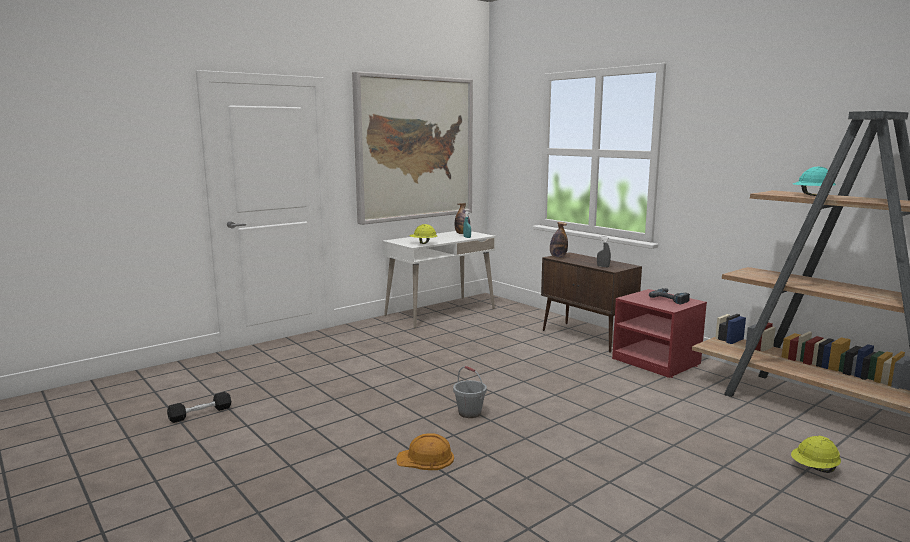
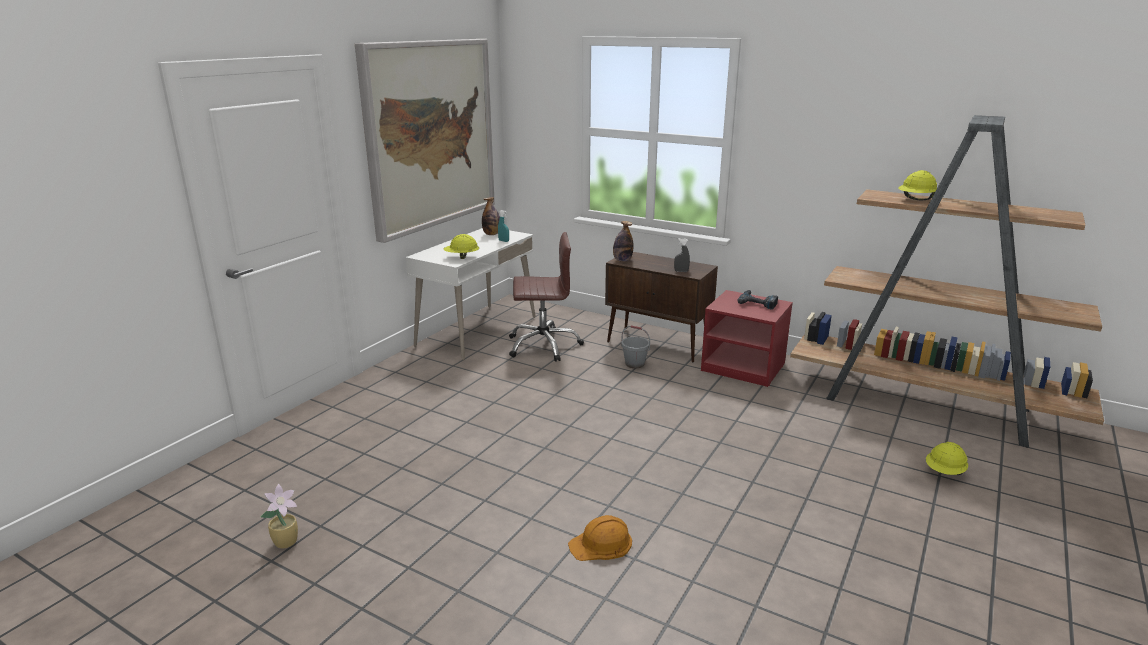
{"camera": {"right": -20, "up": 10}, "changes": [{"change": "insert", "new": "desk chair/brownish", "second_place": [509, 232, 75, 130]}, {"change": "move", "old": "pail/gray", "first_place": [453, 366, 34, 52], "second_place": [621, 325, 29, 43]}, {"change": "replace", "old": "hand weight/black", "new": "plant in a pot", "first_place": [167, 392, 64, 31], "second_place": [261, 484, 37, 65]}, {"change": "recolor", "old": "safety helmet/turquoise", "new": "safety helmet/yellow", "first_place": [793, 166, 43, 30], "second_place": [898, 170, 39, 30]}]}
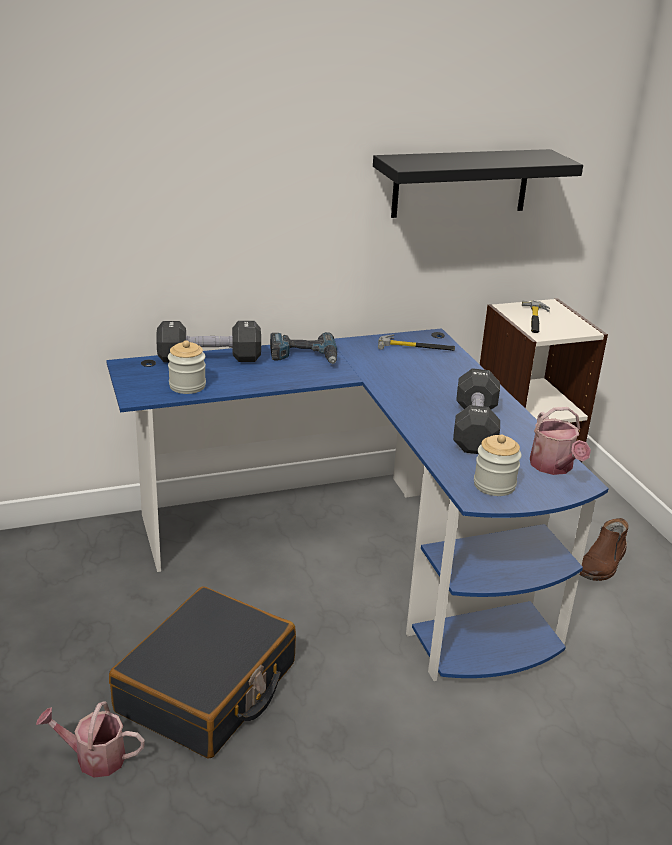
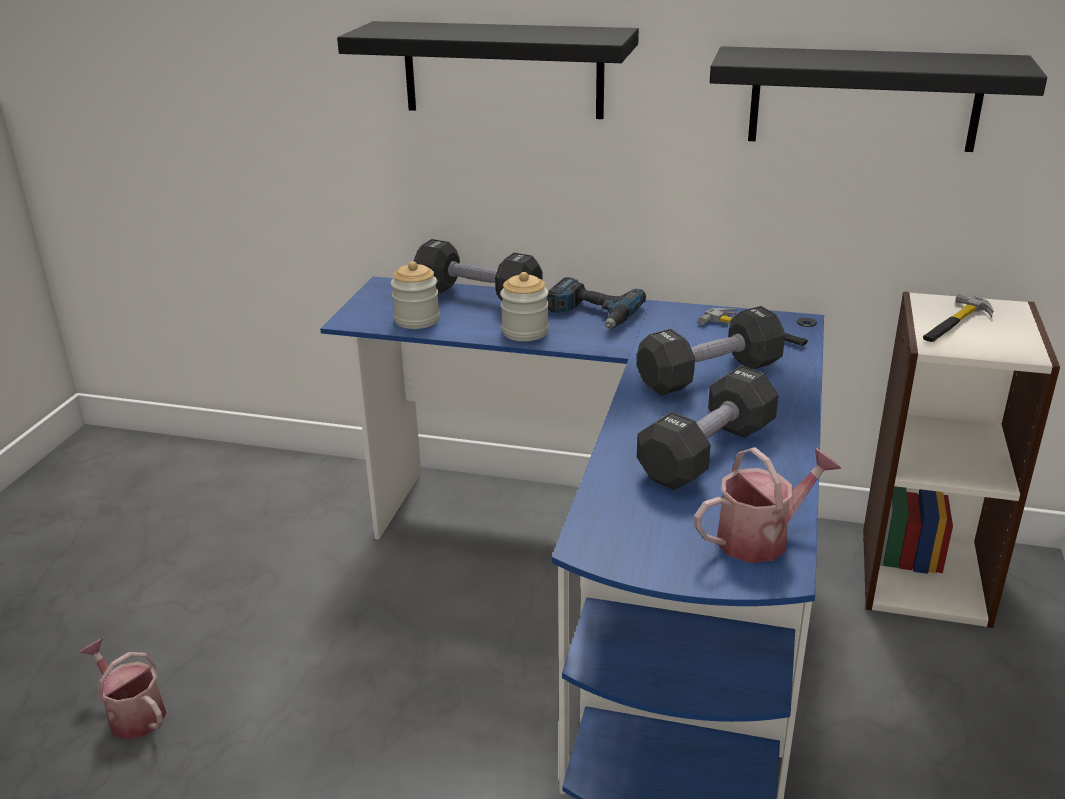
{"camera": {"right": 35, "up": 0}, "changes": [{"change": "delete", "old": "suitcase/black", "first_place": [109, 586, 187, 173]}, {"change": "delete", "old": "high-top boot/brownish", "first_place": [580, 518, 48, 63]}, {"change": "insert", "new": "shelf/black", "second_place": [337, 21, 302, 98]}, {"change": "insert", "new": "hand weight/black", "second_place": [637, 306, 148, 89]}, {"change": "move", "old": "storage jar", "first_place": [474, 434, 48, 62], "second_place": [500, 272, 49, 69]}, {"change": "rotate", "old": "watering pot", "first_place": [530, 407, 61, 68], "second_place": [694, 447, 147, 116], "degrees": -135}]}
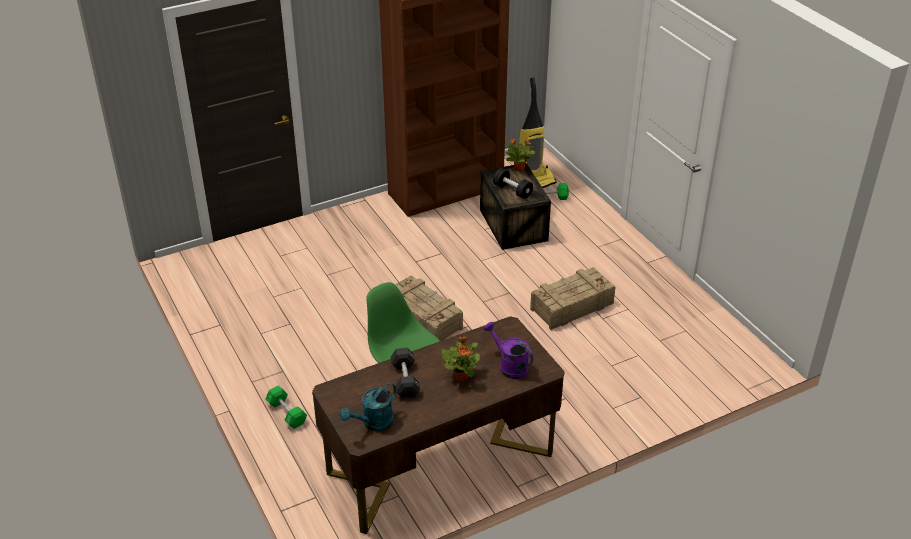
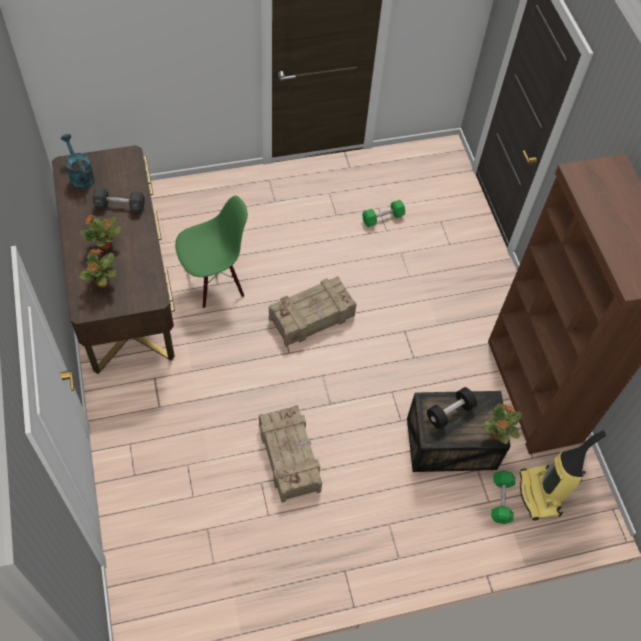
{"camera": {"right": 100, "up": 20}, "changes": [{"change": "move", "old": "hand weight/green-coloured", "first_place": [266, 386, 41, 43], "second_place": [362, 200, 43, 27]}, {"change": "replace", "old": "watering pot/purplish", "new": "plant in a pot", "first_place": [483, 322, 50, 57], "second_place": [79, 248, 37, 40]}]}
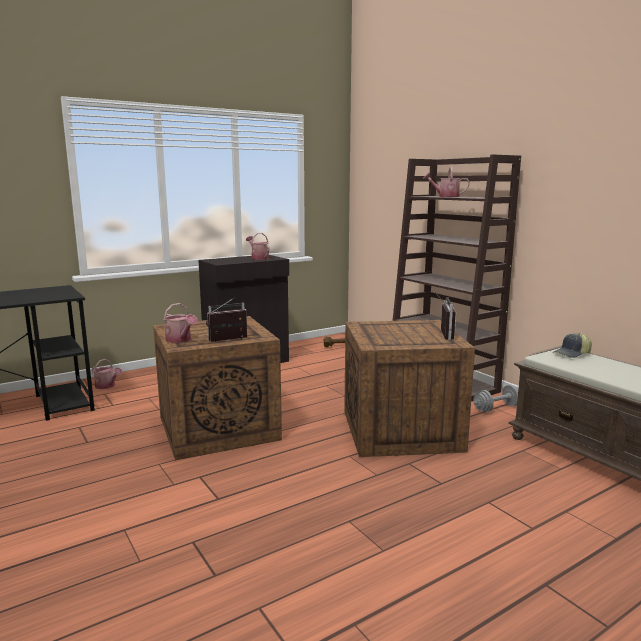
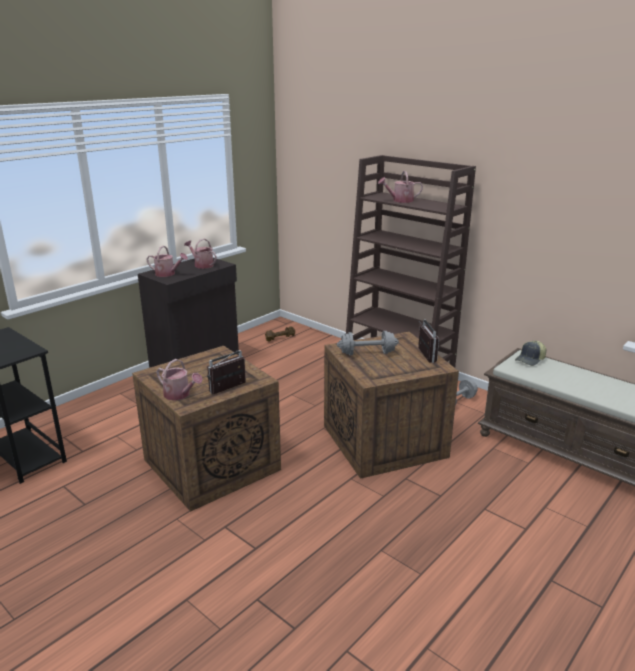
{"camera": {"right": -15, "up": 10}, "changes": [{"change": "insert", "new": "hand weight/gray", "second_place": [337, 331, 62, 24]}, {"change": "move", "old": "watering pot", "first_place": [92, 359, 30, 30], "second_place": [146, 246, 42, 31]}]}
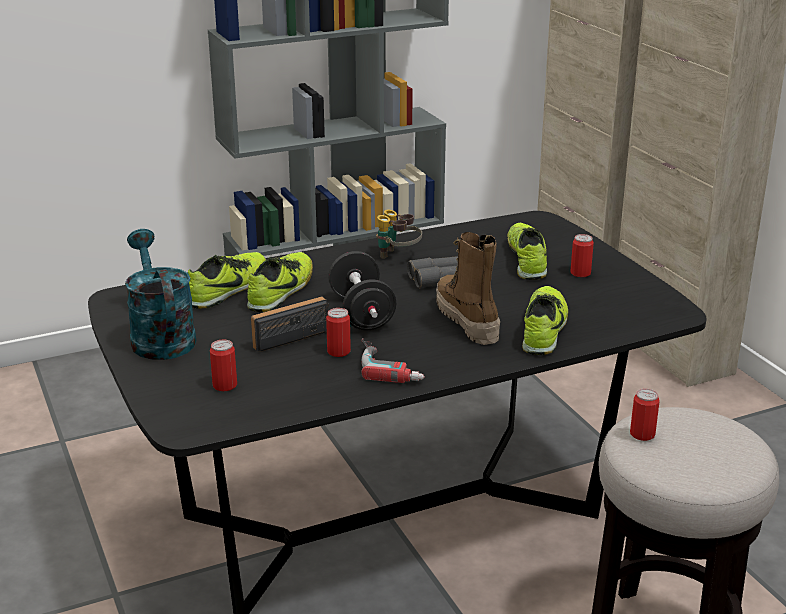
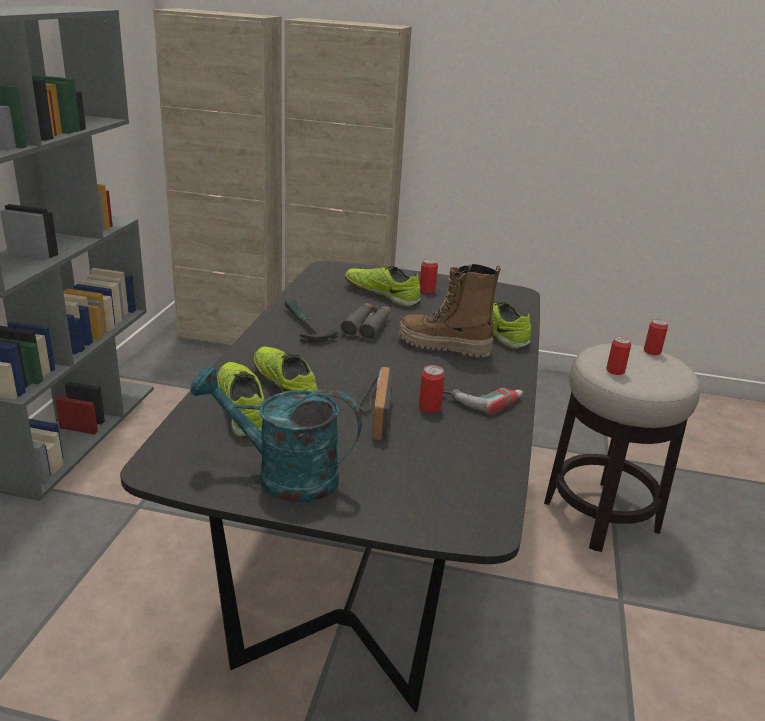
{"camera": {"right": -55, "up": 0}, "changes": [{"change": "delete", "old": "hand weight/black", "first_place": [328, 251, 68, 79]}, {"change": "move", "old": "metal can", "first_place": [210, 340, 27, 51], "second_place": [644, 319, 24, 36]}, {"change": "replace", "old": "field glasses", "new": "hammer", "first_place": [376, 209, 46, 50], "second_place": [285, 299, 53, 44]}]}
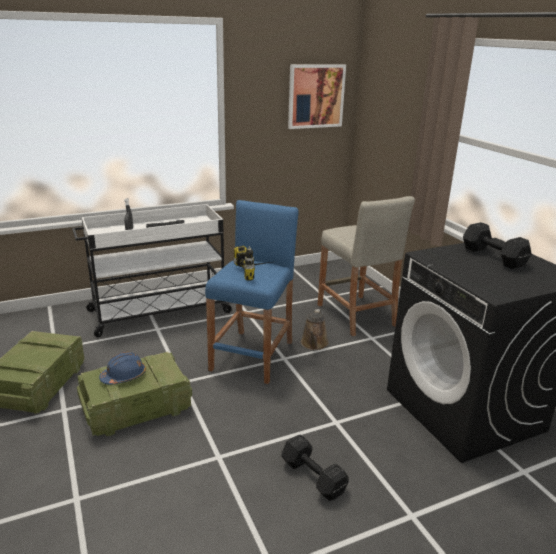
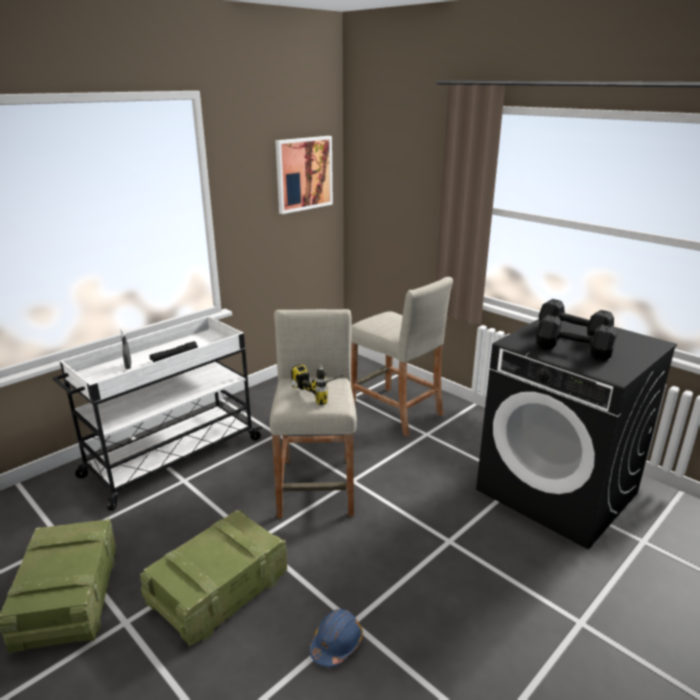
{"camera": {"right": -20, "up": 0}, "changes": [{"change": "delete", "old": "watering pot/brownish", "first_place": [301, 309, 28, 41]}, {"change": "move", "old": "safety helmet/blue-coloured", "first_place": [99, 352, 47, 33], "second_place": [309, 609, 54, 58]}, {"change": "move", "old": "hand weight/black", "first_place": [281, 434, 68, 67], "second_place": [536, 315, 81, 45]}, {"change": "recolor", "old": "stool/blue-coloured", "new": "stool/beige", "first_place": [205, 200, 93, 184], "second_place": [270, 309, 87, 209]}]}
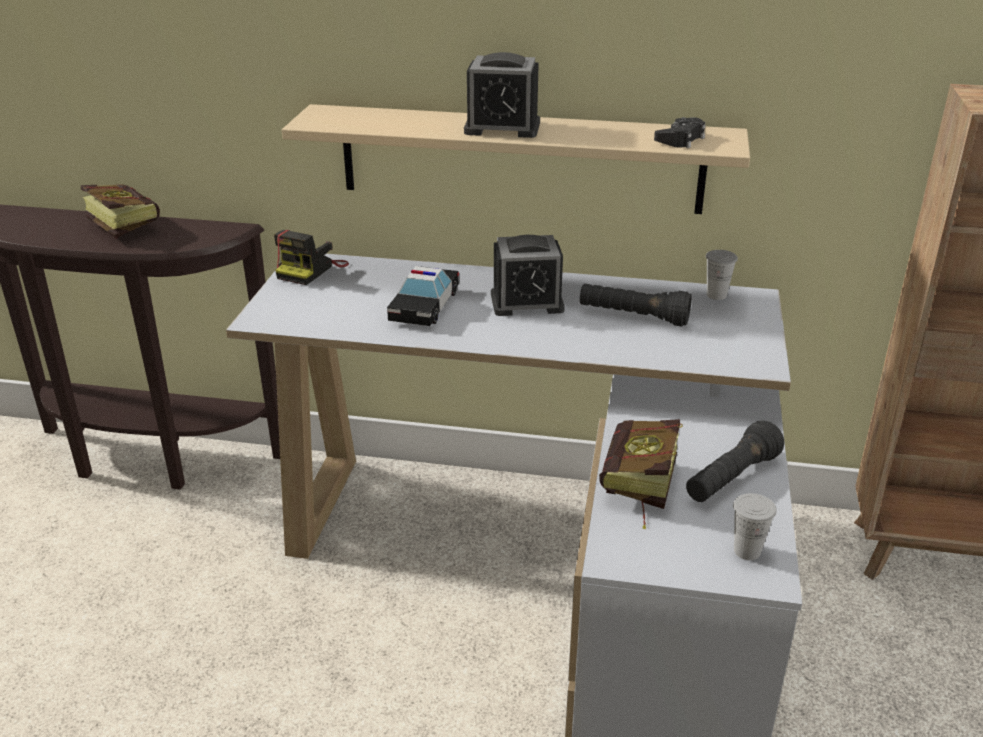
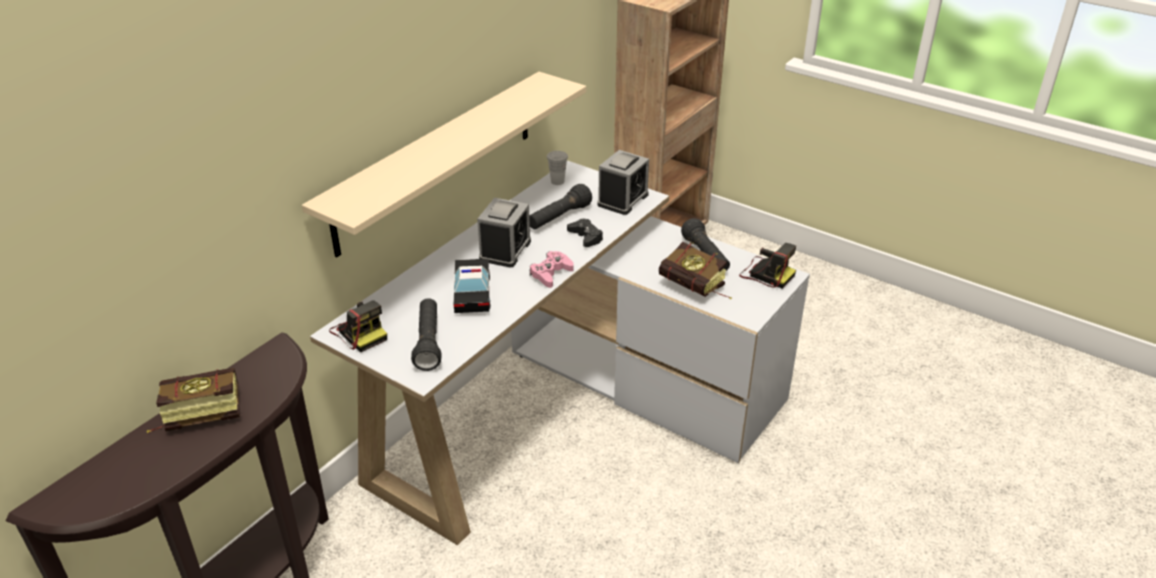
{"camera": {"right": -65, "up": 5}, "changes": [{"change": "insert", "new": "hand torch/black", "second_place": [411, 298, 30, 73]}, {"change": "insert", "new": "joypad/pink", "second_place": [530, 251, 44, 37]}, {"change": "move", "old": "table clock", "first_place": [464, 52, 76, 86], "second_place": [597, 150, 52, 65]}, {"change": "move", "old": "joypad/black", "first_place": [654, 117, 52, 31], "second_place": [567, 219, 36, 28]}, {"change": "replace", "old": "small cup/white-coloured", "new": "photo camera", "first_place": [733, 493, 44, 67], "second_place": [739, 243, 57, 46]}, {"change": "rotate", "old": "model car", "first_place": [387, 266, 72, 60], "second_place": [453, 259, 37, 54], "degrees": -135}]}
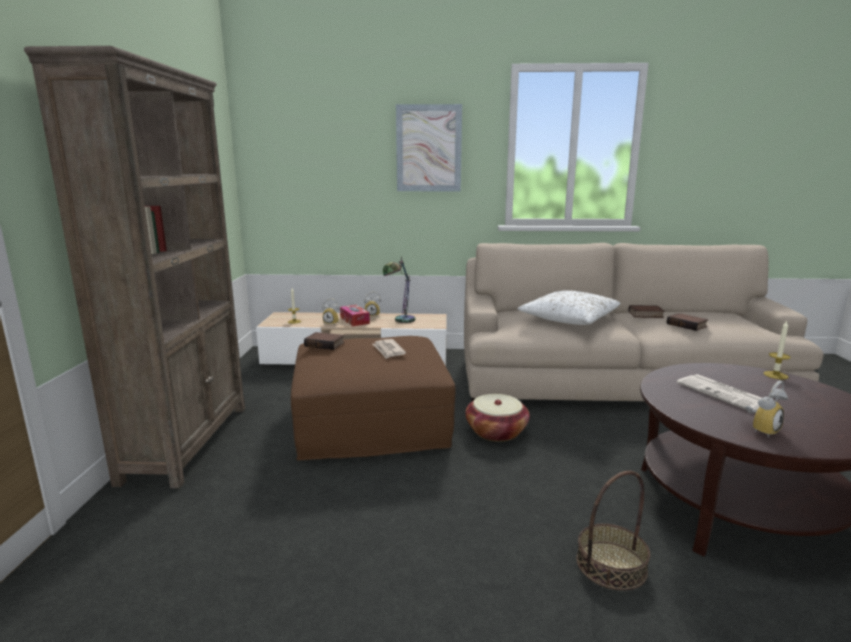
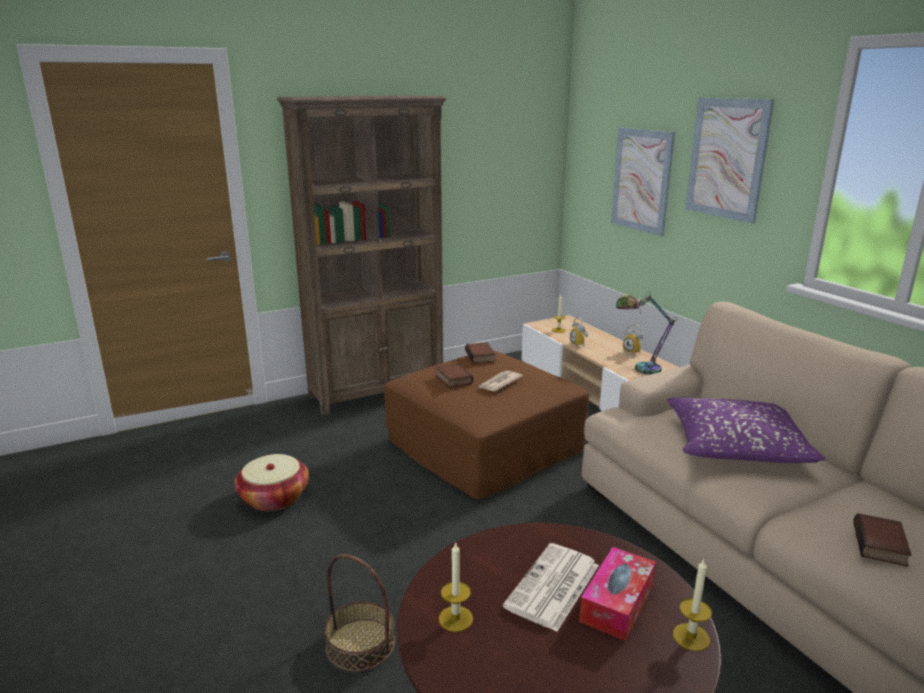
{"camera": {"right": 60, "up": 5}, "changes": [{"change": "insert", "new": "picture", "second_place": [611, 127, 64, 109]}, {"change": "move", "old": "tissue box", "first_place": [340, 305, 30, 21], "second_place": [579, 547, 77, 94]}, {"change": "move", "old": "household basket", "first_place": [465, 394, 65, 48], "second_place": [235, 454, 74, 57]}, {"change": "move", "old": "book", "first_place": [629, 305, 36, 13], "second_place": [435, 363, 38, 25]}, {"change": "replace", "old": "table clock", "new": "wax light", "first_place": [745, 381, 43, 57], "second_place": [439, 542, 34, 90]}, {"change": "recolor", "old": "pillow/white-coloured", "new": "pillow/purplish", "first_place": [518, 291, 103, 34], "second_place": [667, 398, 159, 65]}]}
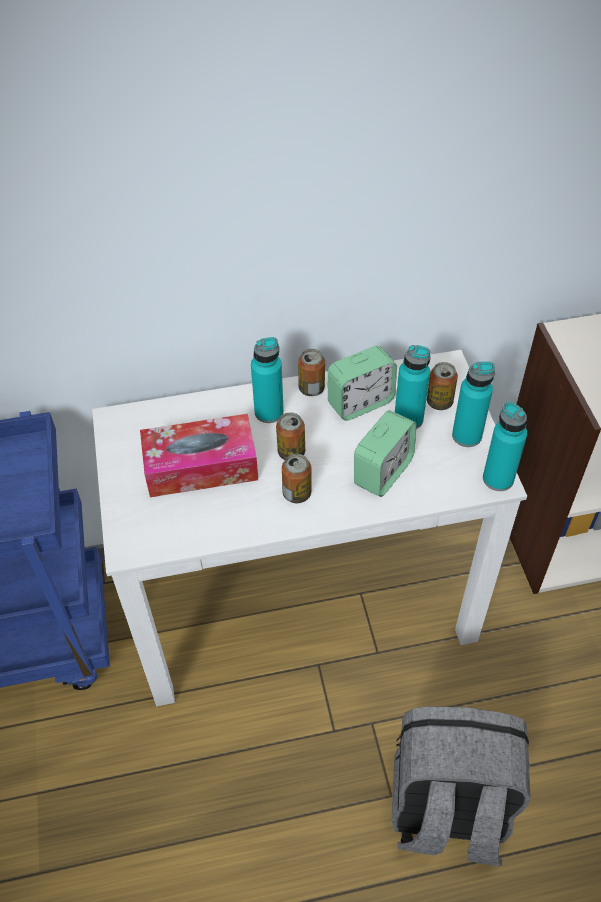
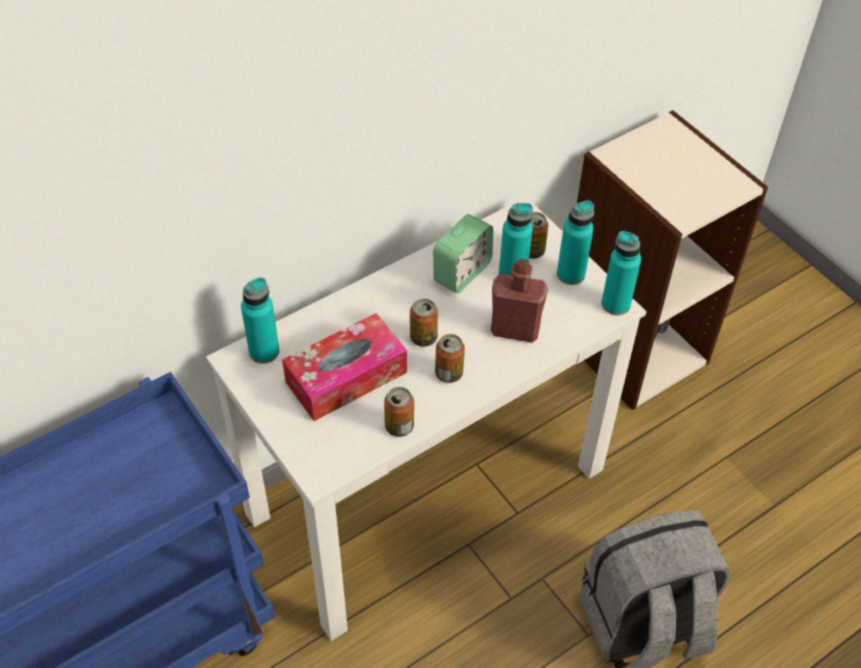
{"camera": {"right": -25, "up": 0}, "changes": [{"change": "move", "old": "drink bottle/turquoise", "first_place": [251, 337, 33, 86], "second_place": [241, 277, 38, 87]}, {"change": "move", "old": "metal can", "first_place": [298, 349, 27, 47], "second_place": [384, 387, 30, 50]}, {"change": "replace", "old": "table clock", "new": "drink bottle/reddish", "first_place": [354, 410, 63, 87], "second_place": [491, 259, 57, 84]}]}
